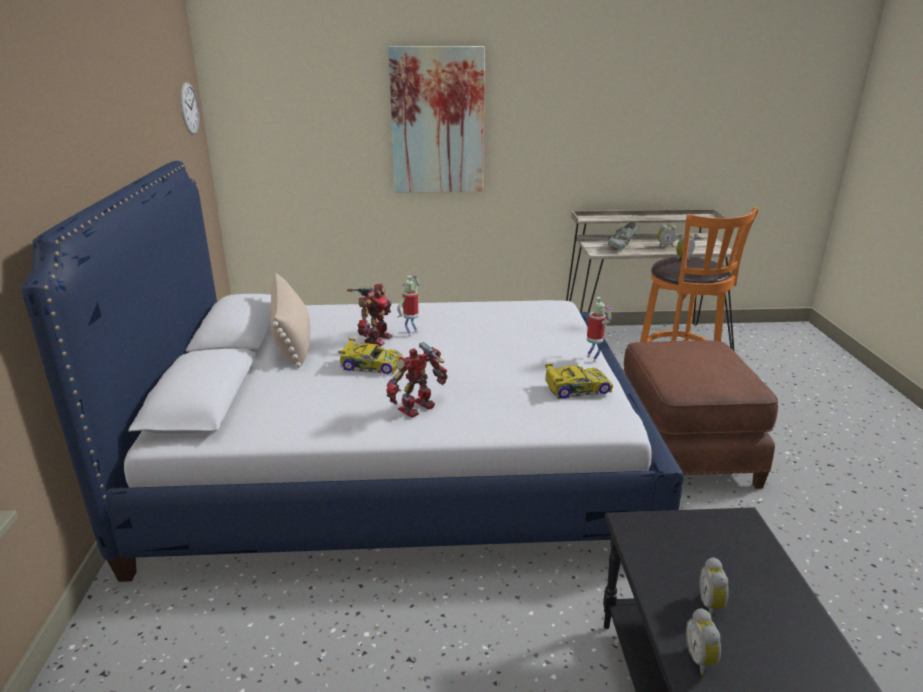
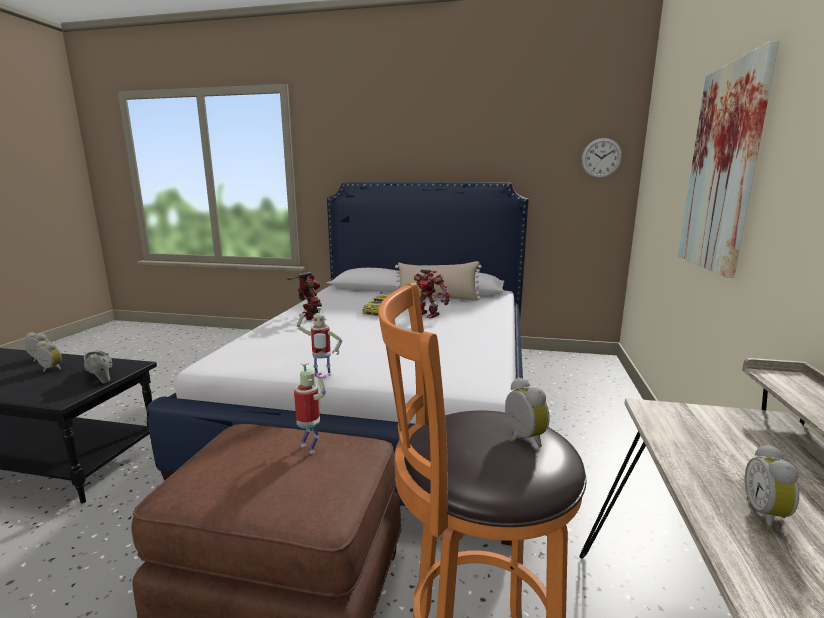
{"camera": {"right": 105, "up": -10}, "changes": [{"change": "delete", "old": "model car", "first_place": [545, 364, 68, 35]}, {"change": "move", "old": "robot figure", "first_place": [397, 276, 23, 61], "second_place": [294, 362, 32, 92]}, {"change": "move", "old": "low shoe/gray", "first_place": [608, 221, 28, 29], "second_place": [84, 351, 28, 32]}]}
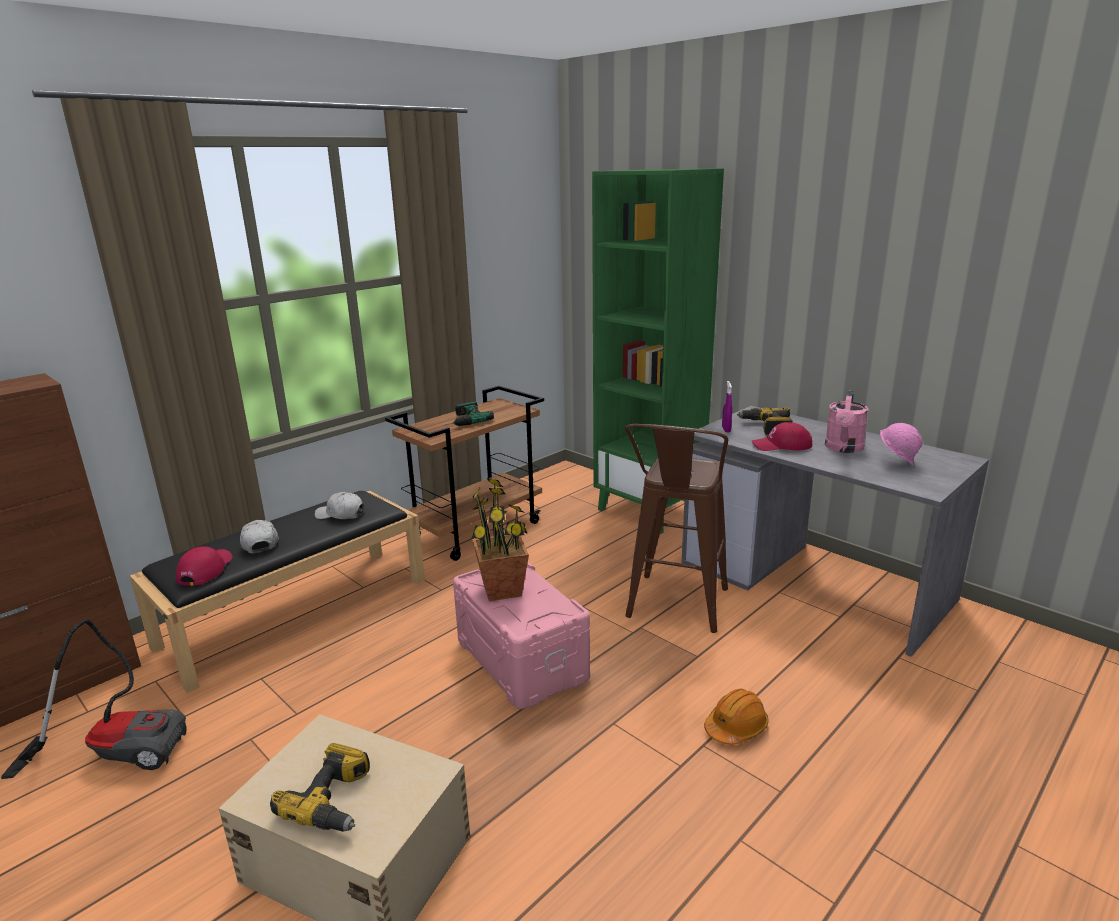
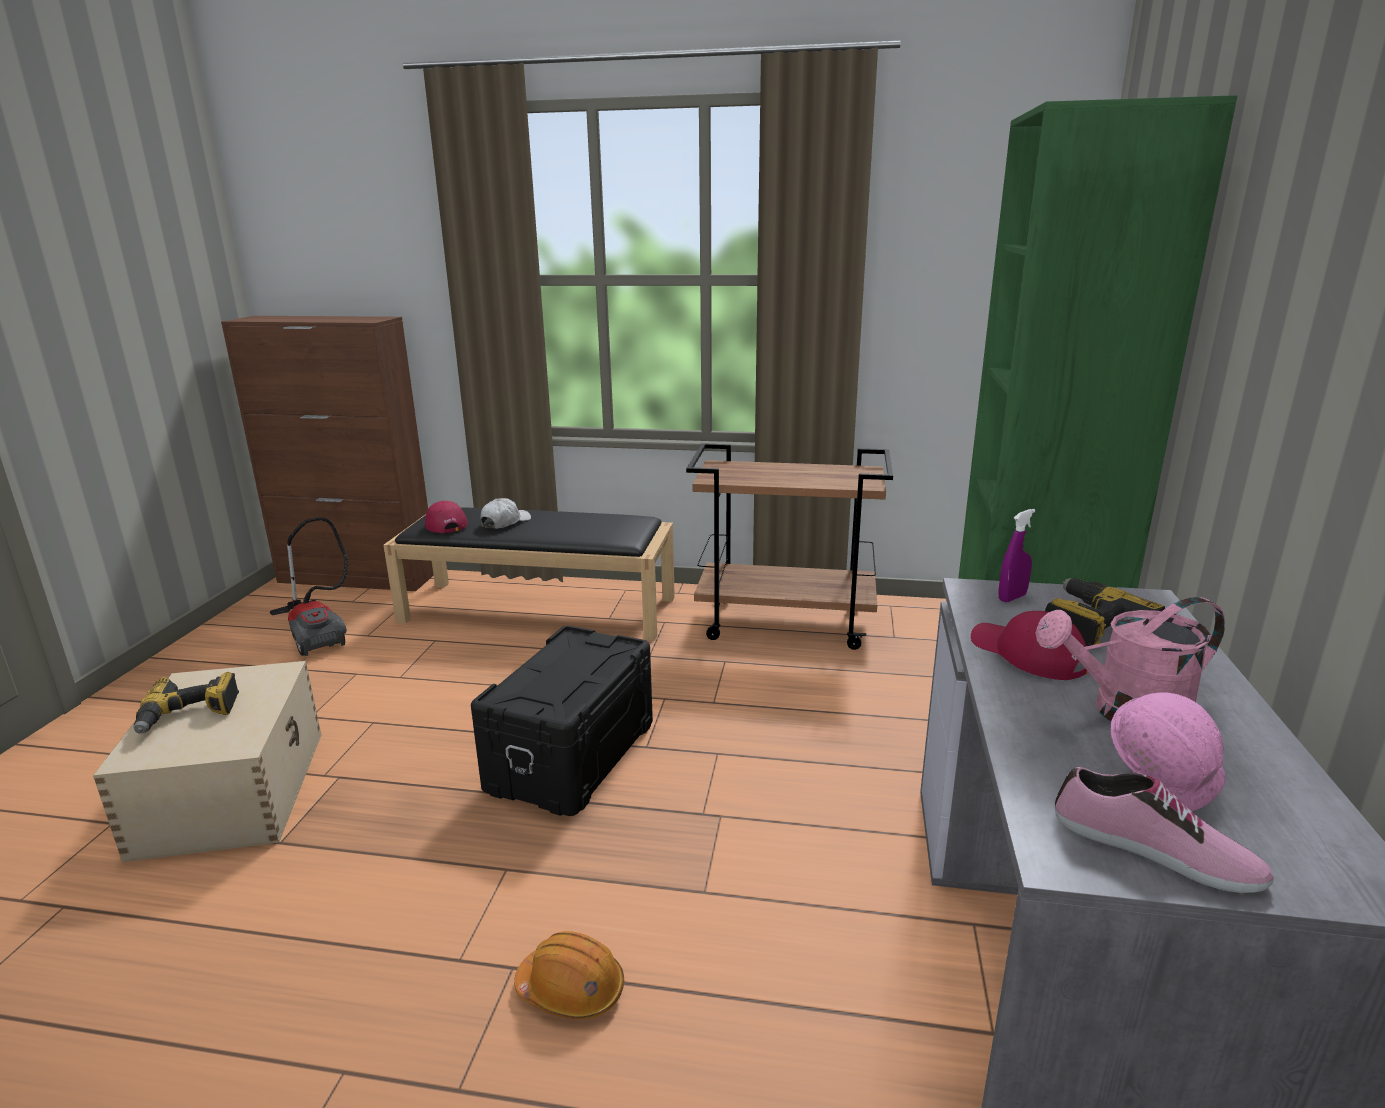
{"camera": {"right": 55, "up": 0}, "changes": [{"change": "delete", "old": "baseball cap/white-coloured", "first_place": [315, 492, 49, 28]}, {"change": "delete", "old": "drill", "first_place": [445, 401, 49, 25]}, {"change": "delete", "old": "plant in a pot", "first_place": [472, 478, 57, 123]}, {"change": "delete", "old": "stool/brownish", "first_place": [625, 424, 103, 209]}, {"change": "insert", "new": "low shoe", "second_place": [1055, 767, 219, 126]}, {"change": "recolor", "old": "storage bin/pink", "new": "storage bin/black", "first_place": [453, 562, 137, 147], "second_place": [471, 626, 182, 190]}, {"change": "rotate", "old": "baseball cap/reddish", "first_place": [176, 546, 56, 40], "second_place": [425, 501, 43, 32], "degrees": -90}]}
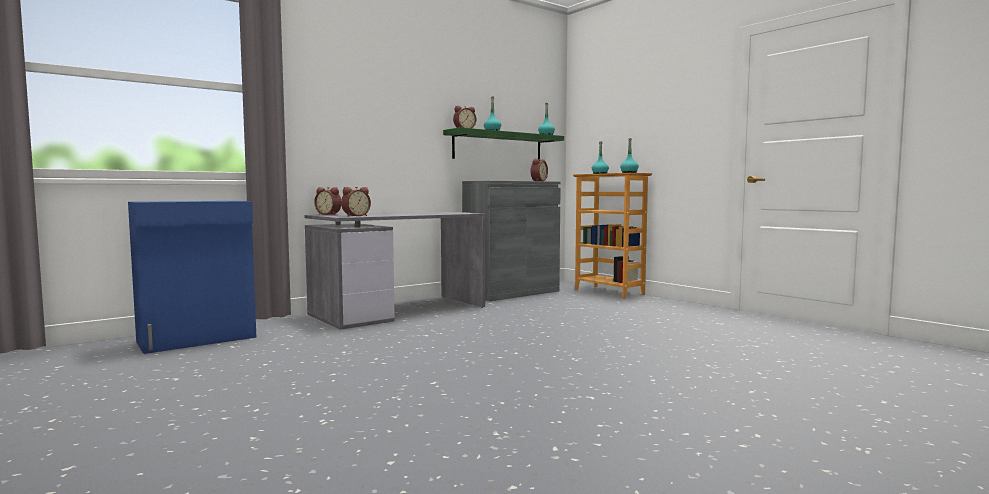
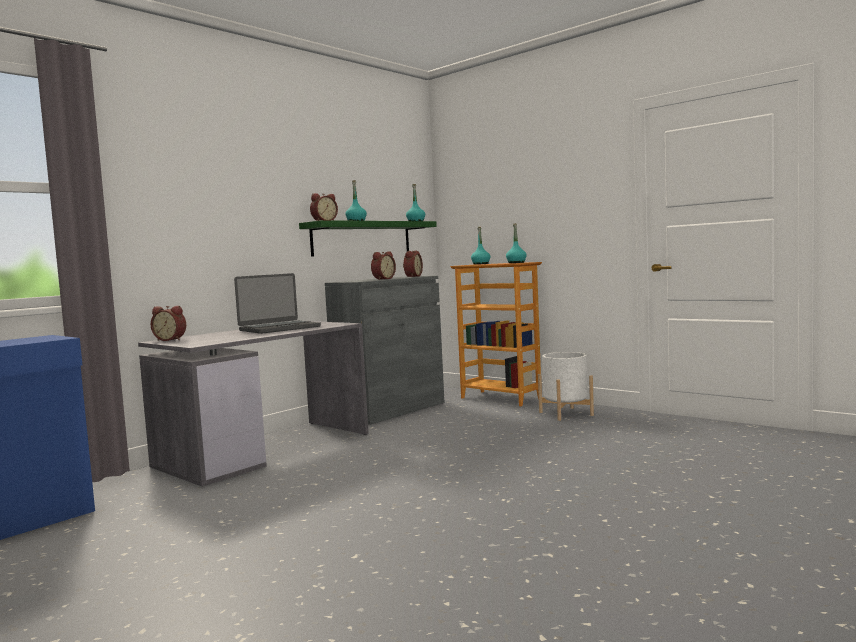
{"camera": {"right": -10, "up": 0}, "changes": [{"change": "insert", "new": "notebook computer", "second_place": [234, 273, 87, 61]}, {"change": "insert", "new": "flower pot/white-coloured", "second_place": [538, 352, 56, 69]}, {"change": "move", "old": "table clock", "first_place": [341, 187, 30, 29], "second_place": [371, 252, 25, 27]}]}
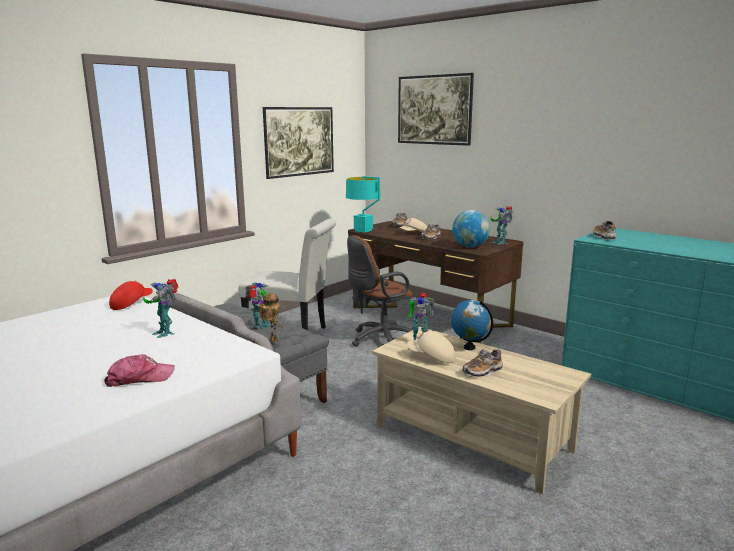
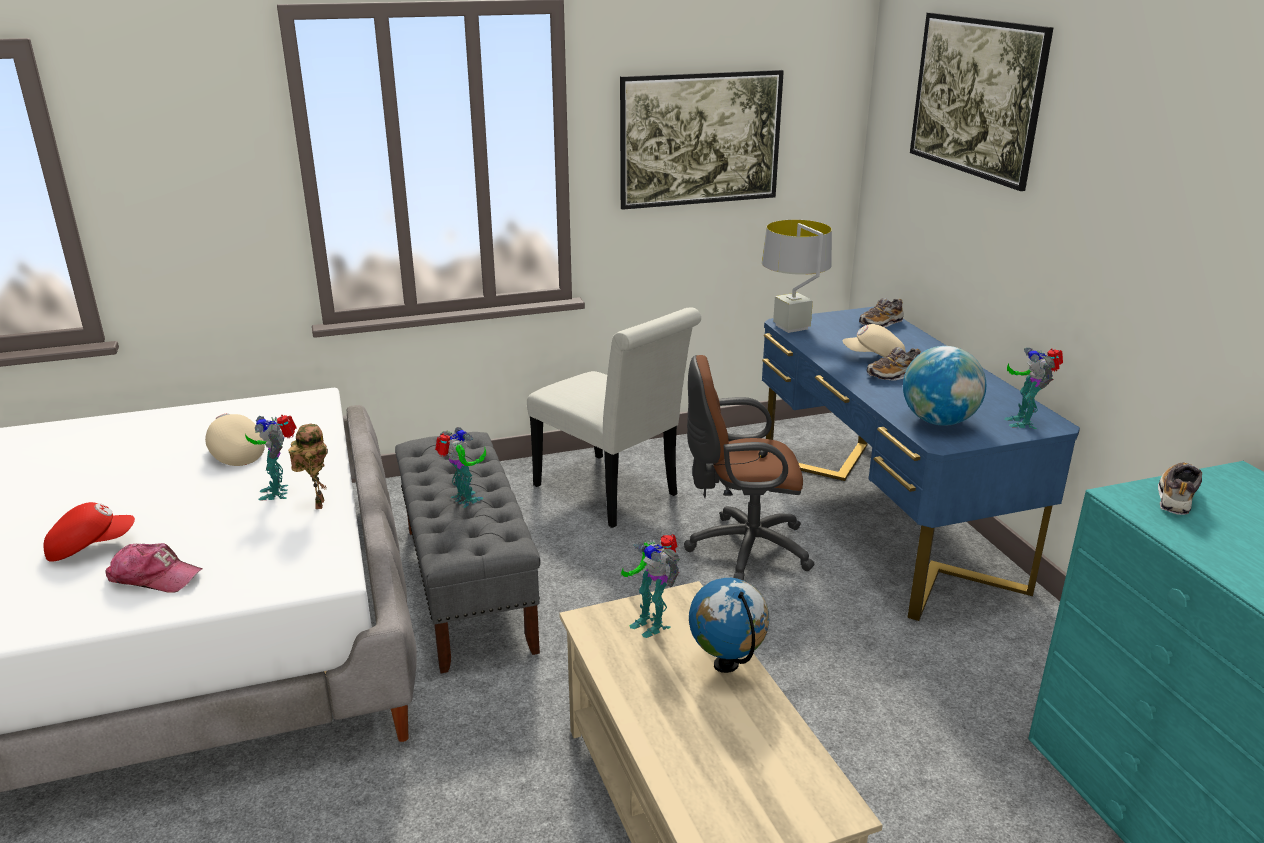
{"camera": {"right": 30, "up": 10}, "changes": [{"change": "delete", "old": "low shoe", "first_place": [463, 349, 40, 28]}, {"change": "move", "old": "baseball cap/reddish", "first_place": [109, 280, 44, 30], "second_place": [43, 502, 92, 60]}, {"change": "move", "old": "robot figure", "first_place": [259, 293, 25, 50], "second_place": [288, 423, 40, 86]}, {"change": "move", "old": "baseball cap/beige", "first_place": [407, 331, 49, 32], "second_place": [205, 413, 60, 53]}, {"change": "recolor", "old": "lamp for a table/turquoise", "new": "lamp for a table/gray", "first_place": [346, 176, 35, 57], "second_place": [762, 220, 70, 113]}, {"change": "recolor", "old": "desk unit/brownish", "new": "desk unit/blue-coloured", "first_place": [348, 221, 175, 122], "second_place": [762, 307, 318, 314]}]}
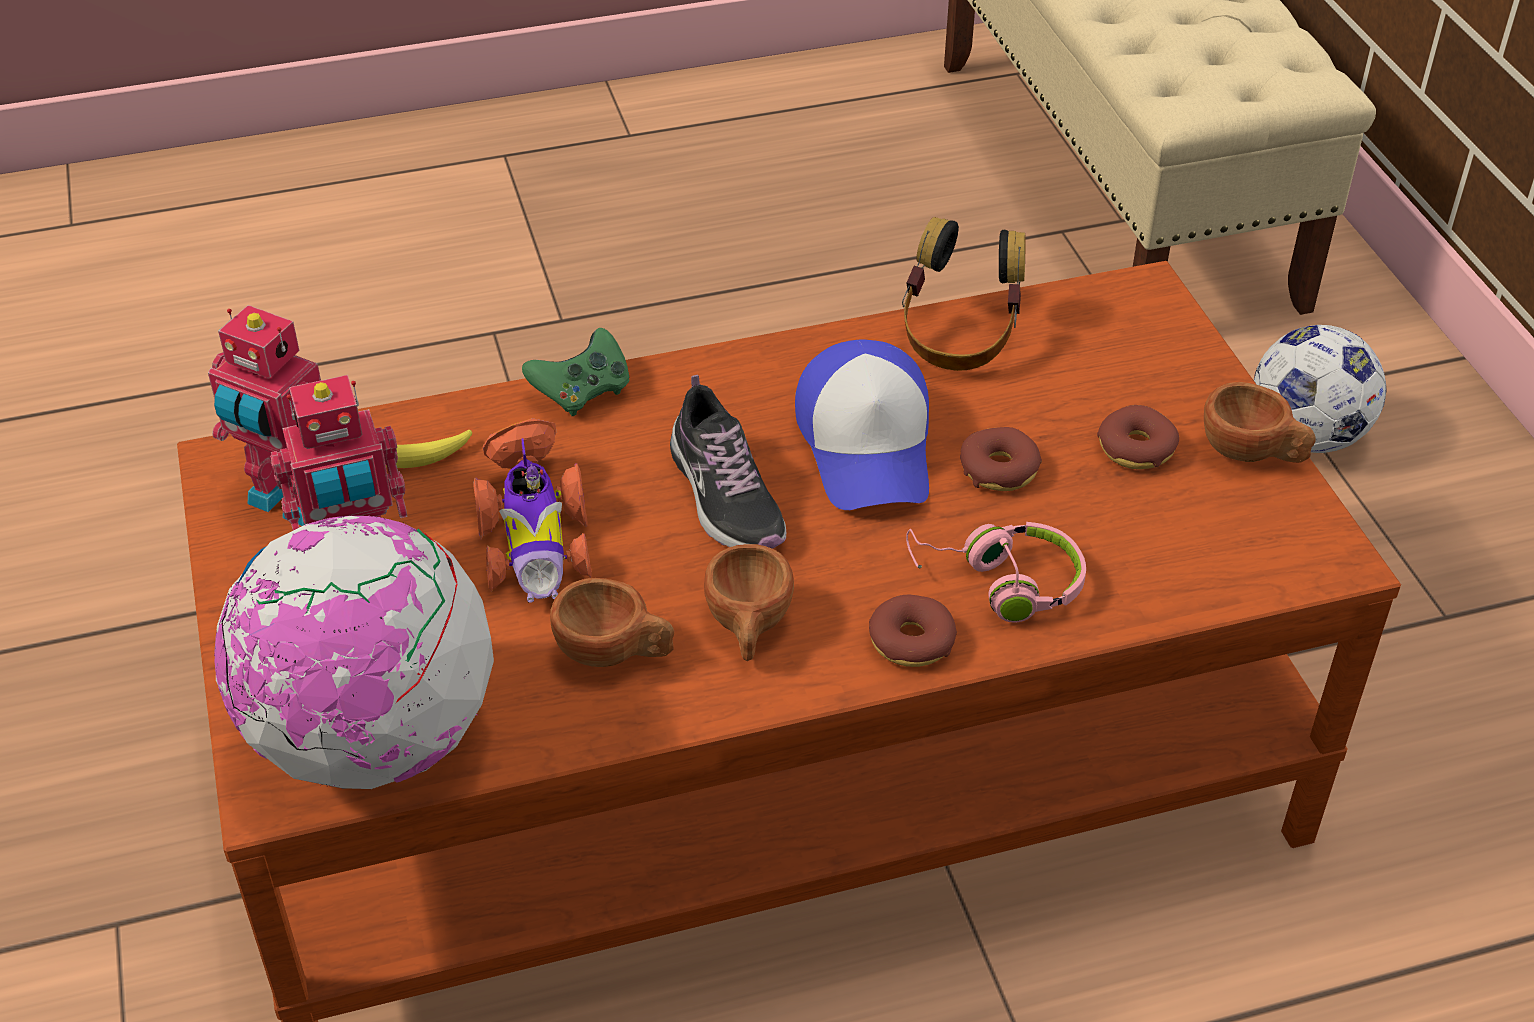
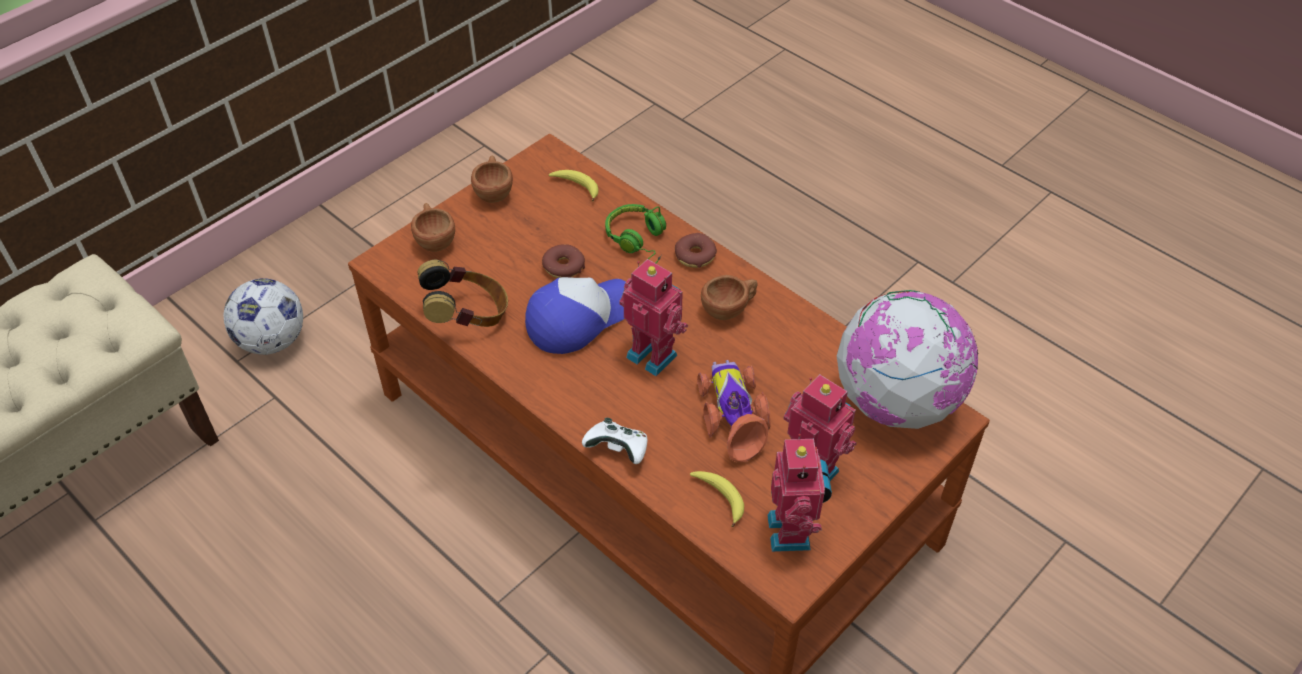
{"camera": {"right": -120, "up": 5}, "changes": [{"change": "delete", "old": "donut", "first_place": [1097, 405, 82, 64]}, {"change": "insert", "new": "banana fruit", "second_place": [549, 170, 50, 32]}, {"change": "move", "old": "small cup/brownish", "first_place": [550, 578, 124, 89], "second_place": [411, 203, 44, 49]}, {"change": "replace", "old": "low shoe", "new": "robot figure", "first_place": [670, 375, 116, 174], "second_place": [619, 259, 69, 117]}, {"change": "recolor", "old": "joypad/green-coloured", "new": "joypad/white-coloured", "first_place": [522, 328, 108, 88], "second_place": [582, 418, 65, 46]}, {"change": "recolor", "old": "headset/pink", "new": "headset/green-coloured", "first_place": [906, 522, 180, 101], "second_place": [605, 204, 61, 59]}, {"change": "rotate", "old": "model car", "first_place": [474, 418, 118, 185], "second_place": [697, 360, 74, 103], "degrees": -60}]}
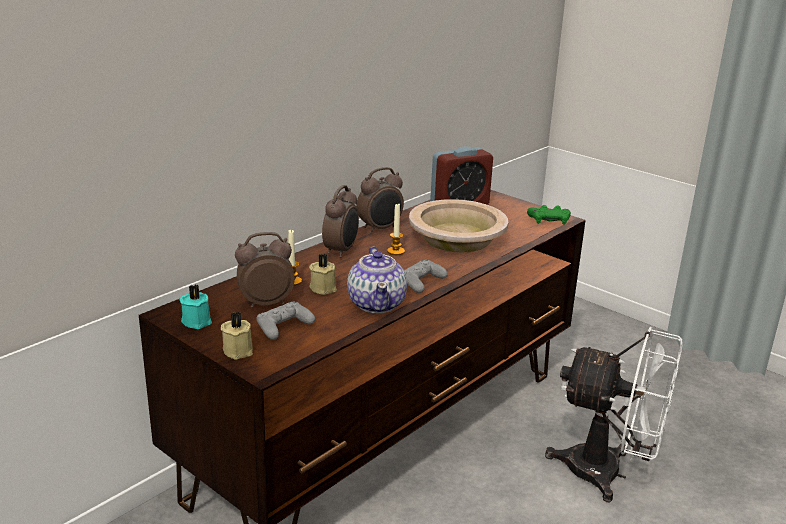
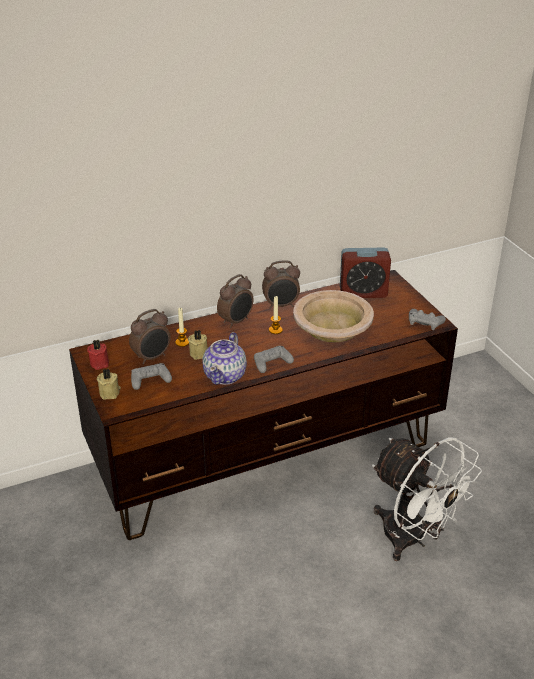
{"camera": {"right": 25, "up": 10}, "changes": [{"change": "recolor", "old": "wax light/turquoise", "new": "wax light/reddish", "first_place": [179, 285, 33, 44], "second_place": [87, 340, 22, 30]}, {"change": "recolor", "old": "joypad/green-coloured", "new": "joypad/gray", "first_place": [527, 205, 44, 20], "second_place": [409, 309, 37, 21]}, {"change": "rotate", "old": "table clock", "first_place": [235, 232, 60, 76], "second_place": [129, 309, 42, 55], "degrees": 135}]}
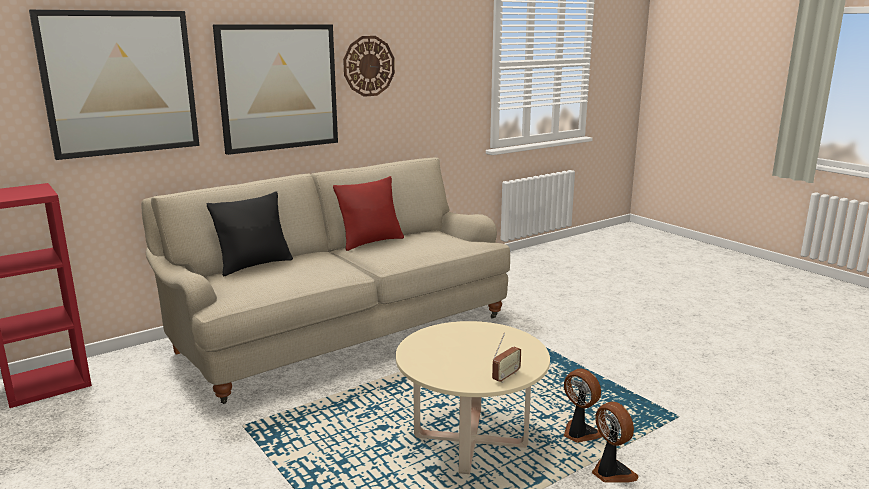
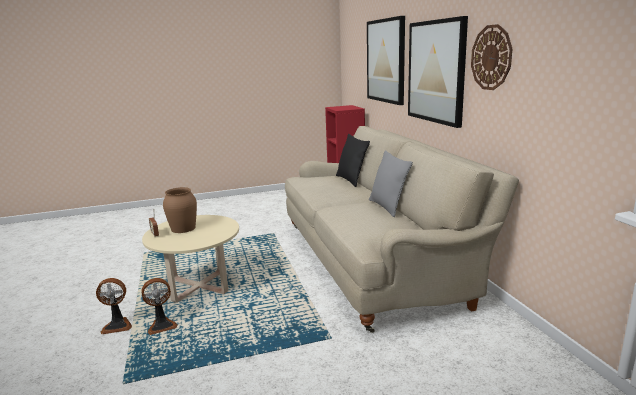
{"camera": {"right": 110, "up": 0}, "changes": [{"change": "insert", "new": "vase/brownish", "second_place": [163, 187, 34, 46]}, {"change": "recolor", "old": "pillow/reddish", "new": "pillow/gray", "first_place": [333, 176, 71, 75], "second_place": [369, 150, 44, 67]}]}
